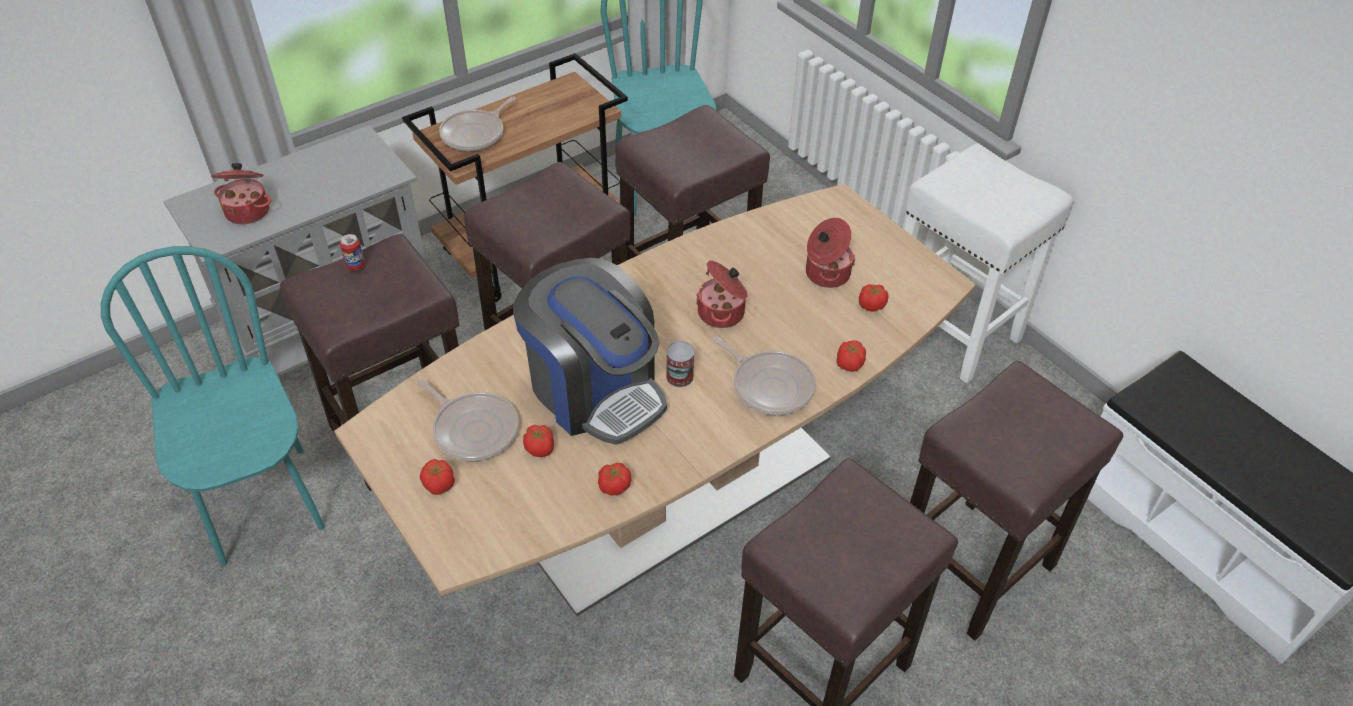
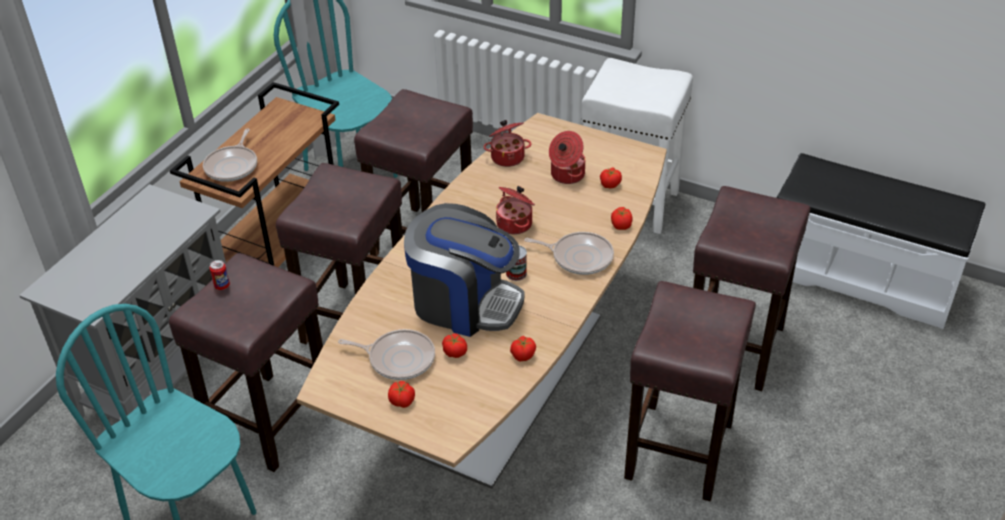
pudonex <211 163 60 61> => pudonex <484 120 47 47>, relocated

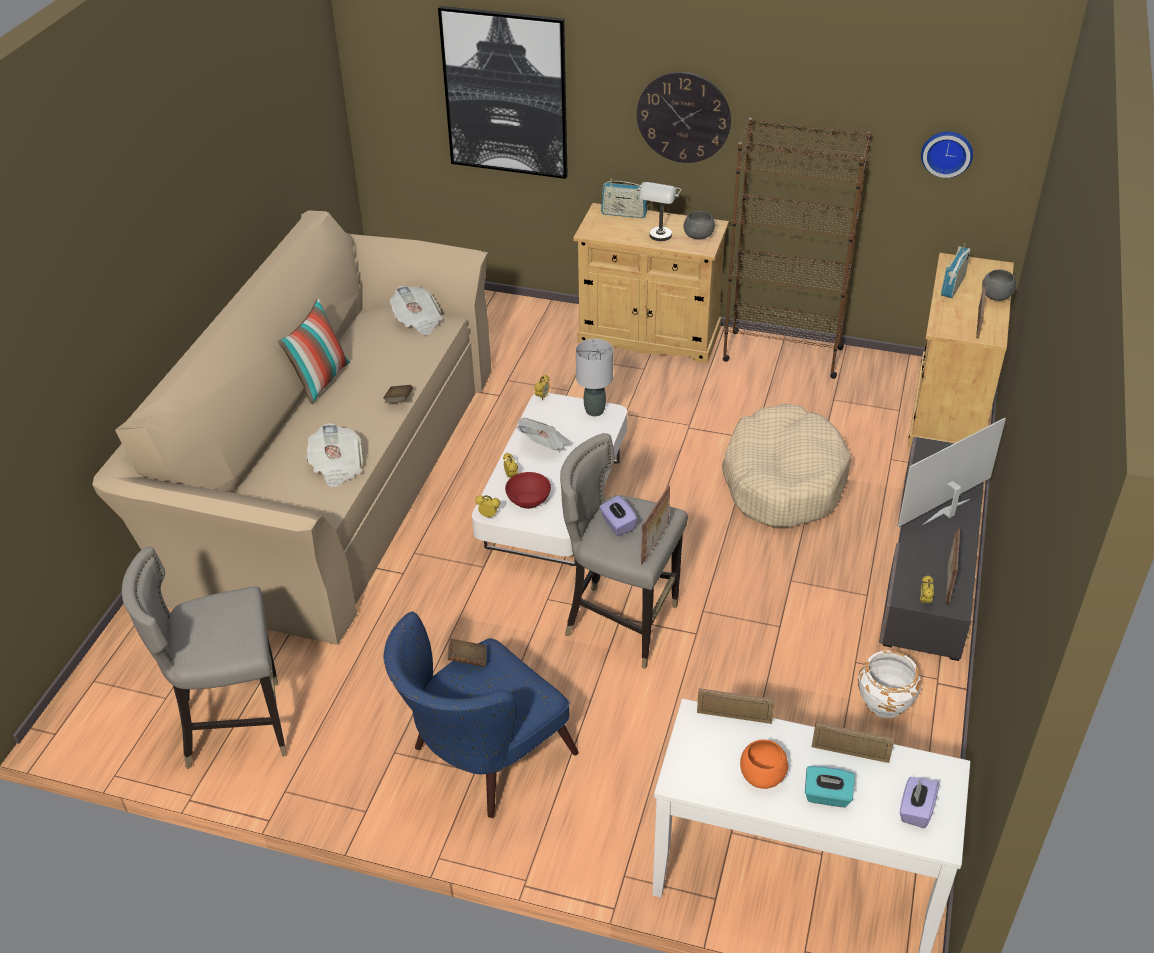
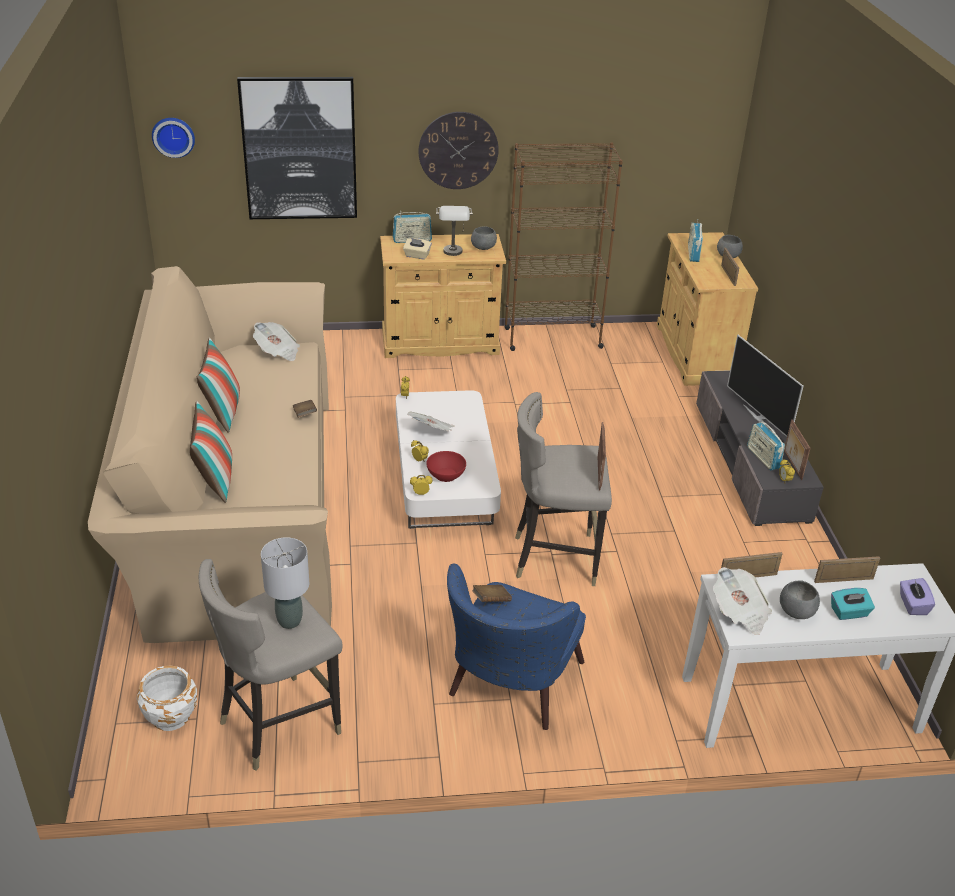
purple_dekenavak <599 495 38 41> => nothing
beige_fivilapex <722 403 129 125> => nothing
nothing => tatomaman <190 401 42 102>
nothing => beige_dekenavak <403 238 29 22>
nothing => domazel <747 420 38 50>
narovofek <306 423 57 65> => narovofek <713 567 59 68>, relocated
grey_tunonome <576 339 37 77> => grey_tunonome <261 537 48 92>, relocated
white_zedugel <858 650 63 68> => white_zedugel <137 666 60 65>, relocated
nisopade <921 132 52 46> => nisopade <152 118 43 40>, relocated
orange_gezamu <740 739 48 50> => grey_gezamu <780 581 40 38>
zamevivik <898 418 108 109> => zamevivik <727 335 76 102>, 60 degrees counterclockwise

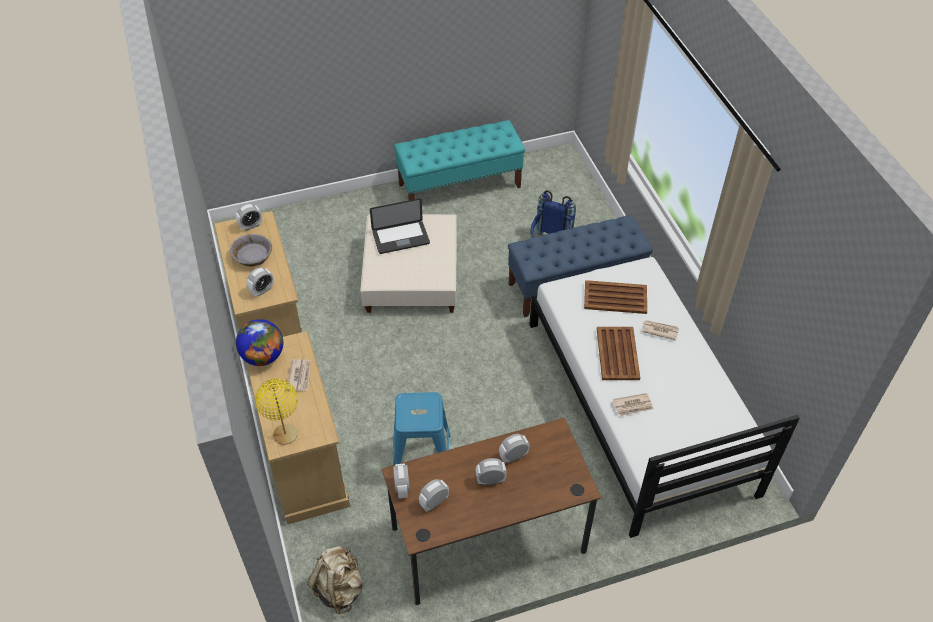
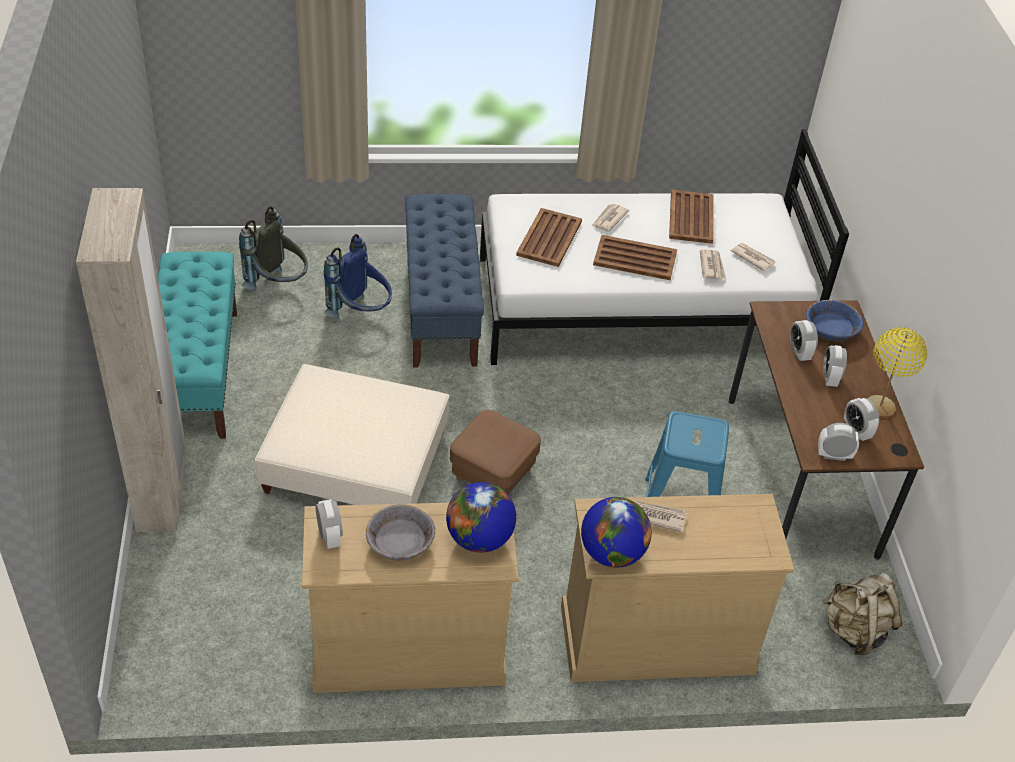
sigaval <370 198 60 56> => nothing
nothing => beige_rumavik <76 188 111 344>
nothing => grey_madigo <239 206 69 84>
nothing => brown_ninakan <450 410 91 84>
nothing => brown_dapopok <669 190 45 54>
nothing => narovofek <731 243 45 28>
nothing => blue_gezamu <806 300 57 41>
yellow_tunonome <255 379 43 66> => yellow_tunonome <868 327 59 90>, relocated
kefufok <247 267 27 30> => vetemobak <446 482 70 71>

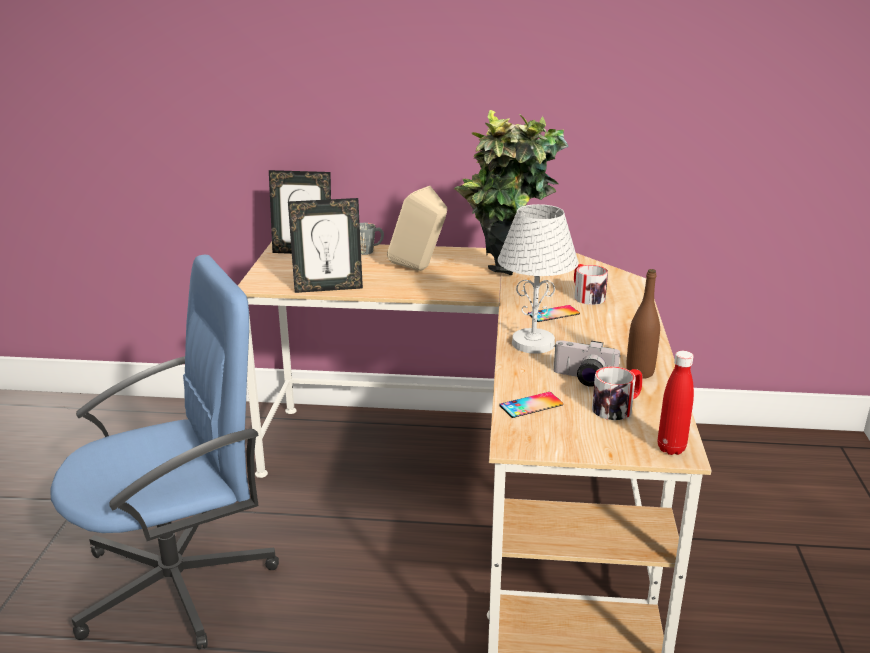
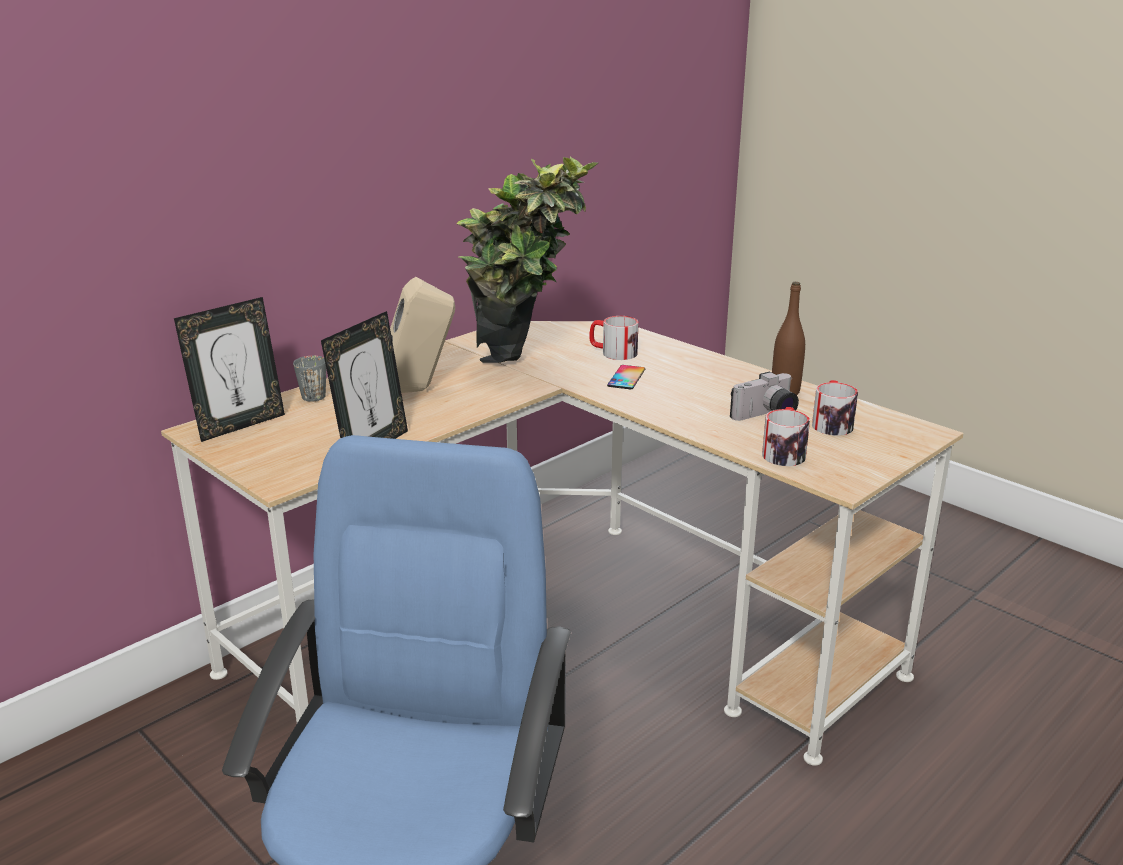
white_tunonome <498 204 81 150> => nothing
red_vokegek <658 351 36 104> => nothing
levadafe <500 392 63 26> => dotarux <762 407 48 59>

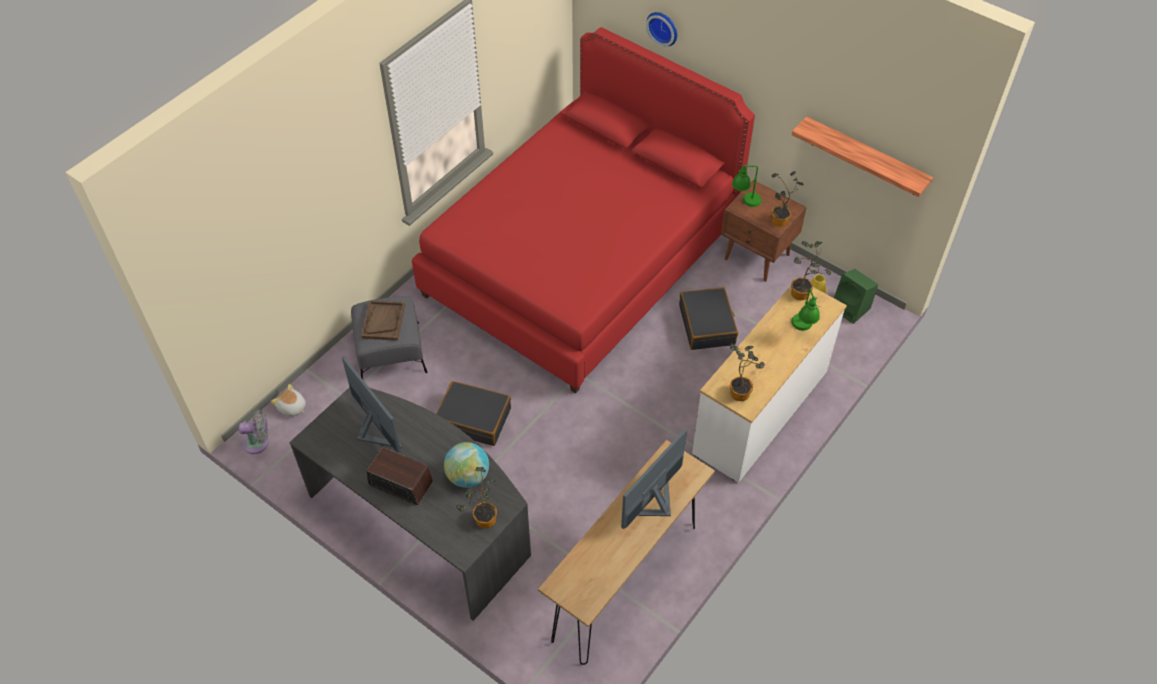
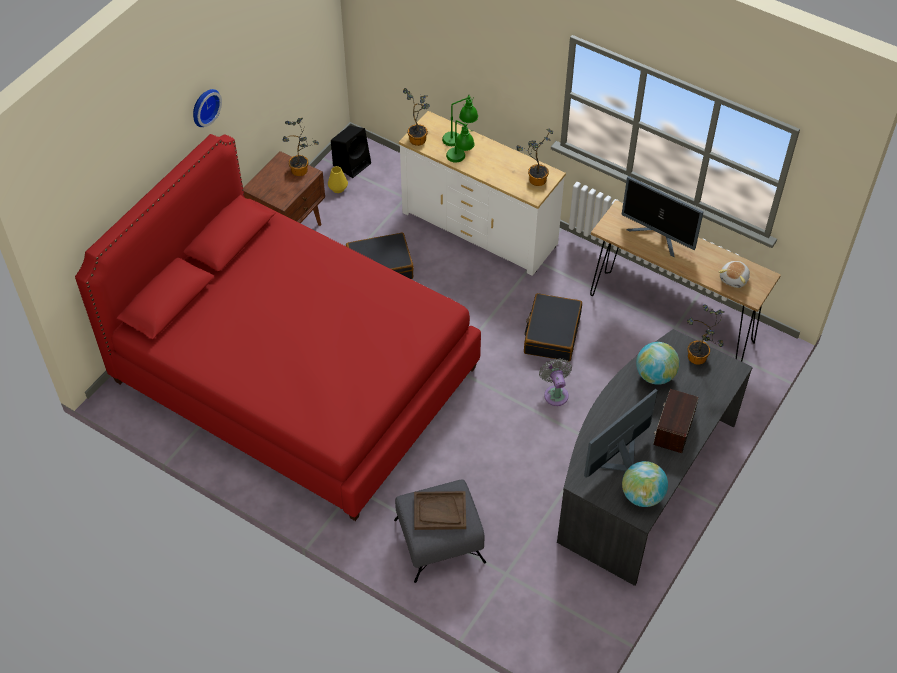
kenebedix <792 116 141 81> => nothing
nothing => vetemobak <622 461 46 46>
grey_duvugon <239 410 29 44> => grey_duvugon <539 358 33 48>, relocated
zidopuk <271 384 35 32> => zidopuk <719 261 31 27>, relocated
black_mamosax <436 381 75 65> => black_mamosax <524 293 58 68>, relocated
nisopade <646 12 31 34> => nisopade <193 89 29 38>, relocated
green_tunonome <732 165 29 42> => green_tunonome <446 120 28 43>, relocated
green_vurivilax <834 269 44 55> => black_vurivilax <331 126 40 52>

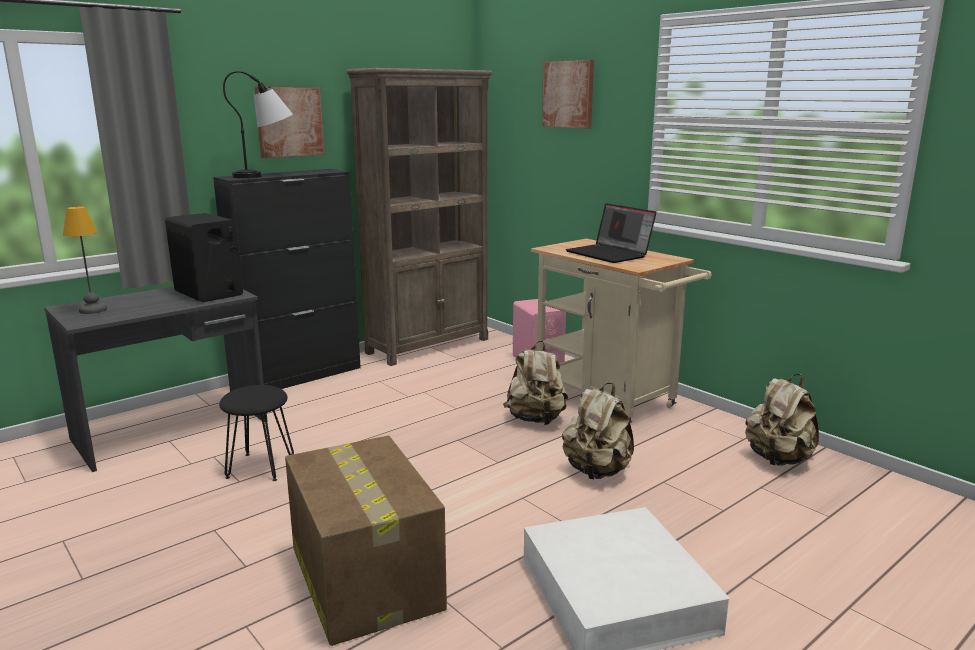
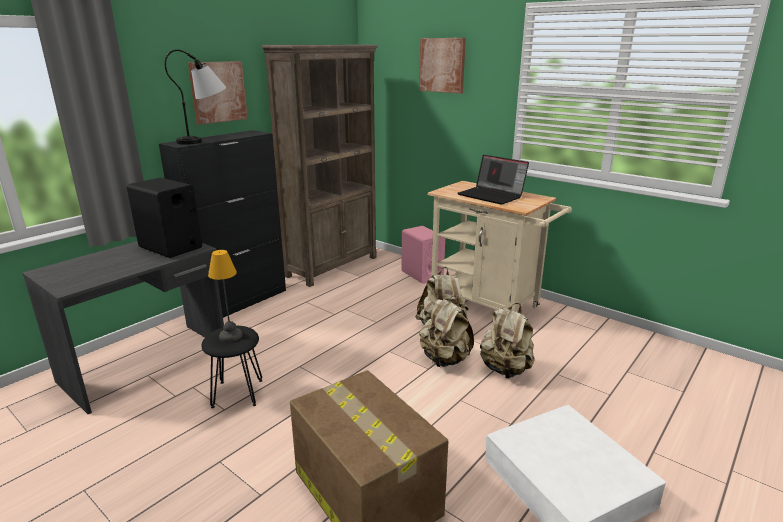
tunonome <63 207 44 107> => tunonome <208 250 34 92>, relocated
beige_madigo <745 374 74 92> => beige_madigo <419 296 55 71>, relocated

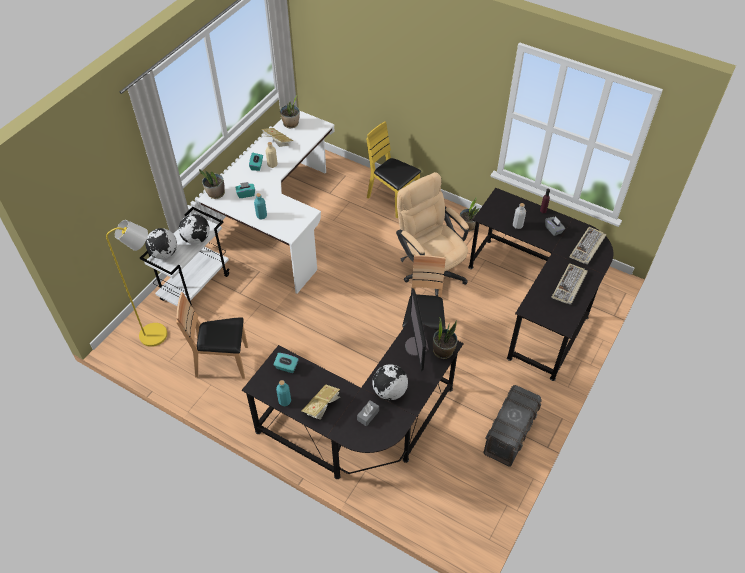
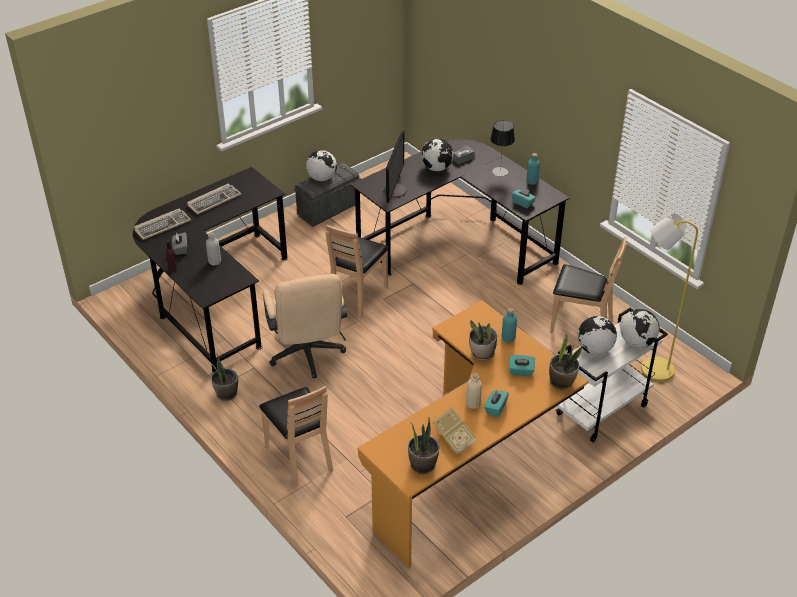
nothing => vetemobak <306 150 31 31>
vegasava <433 317 25 42> => vegasava <469 320 28 40>, relocated
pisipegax <302 385 38 35> => tunonome <490 120 25 56>
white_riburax <197 111 137 183> => orange_riburax <357 300 232 268>
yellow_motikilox <366 121 55 97> => brown_motikilox <259 386 75 101>

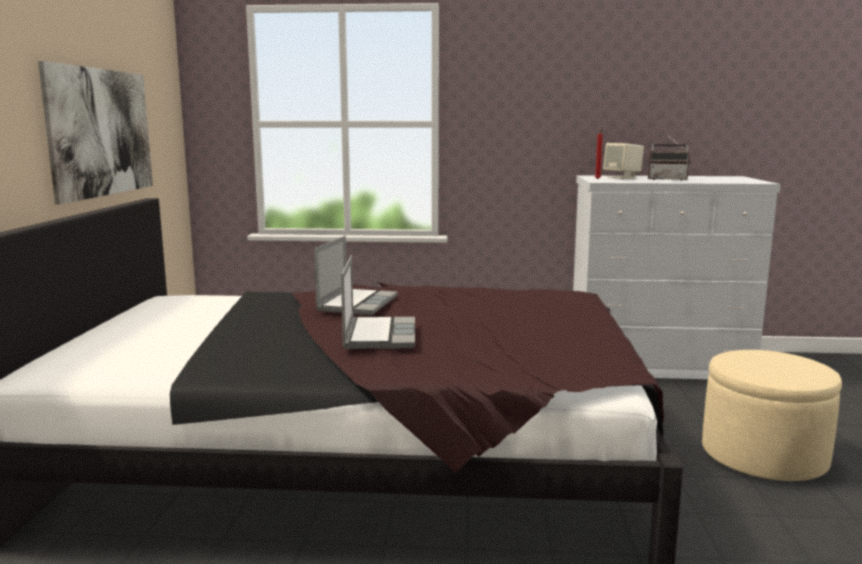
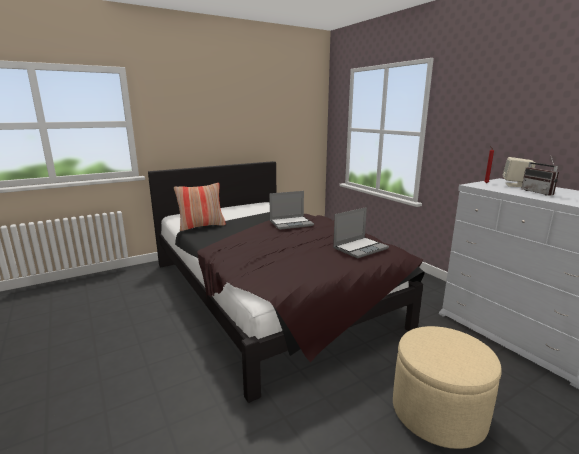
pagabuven <38 61 115 143> => nothing
nothing => tatomaman <174 183 52 48>
sigaval <341 256 74 93> => sigaval <333 207 56 51>, relocated

